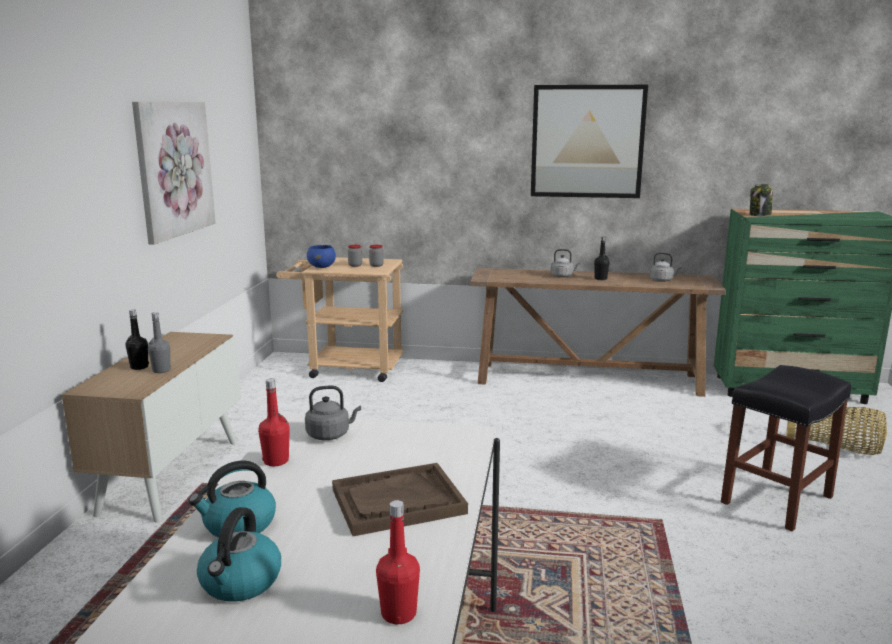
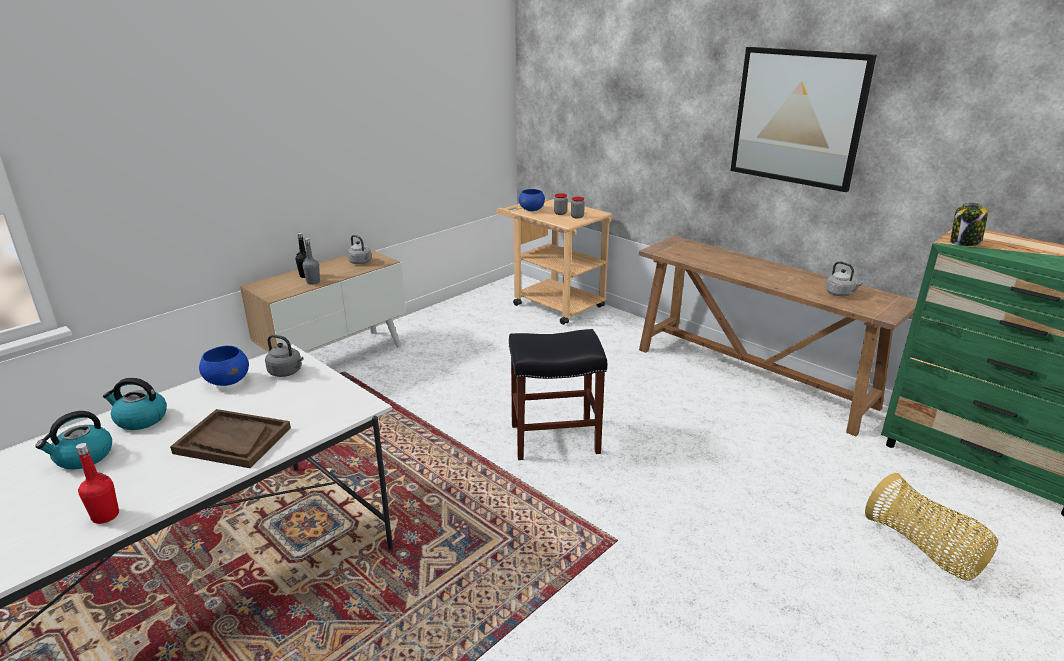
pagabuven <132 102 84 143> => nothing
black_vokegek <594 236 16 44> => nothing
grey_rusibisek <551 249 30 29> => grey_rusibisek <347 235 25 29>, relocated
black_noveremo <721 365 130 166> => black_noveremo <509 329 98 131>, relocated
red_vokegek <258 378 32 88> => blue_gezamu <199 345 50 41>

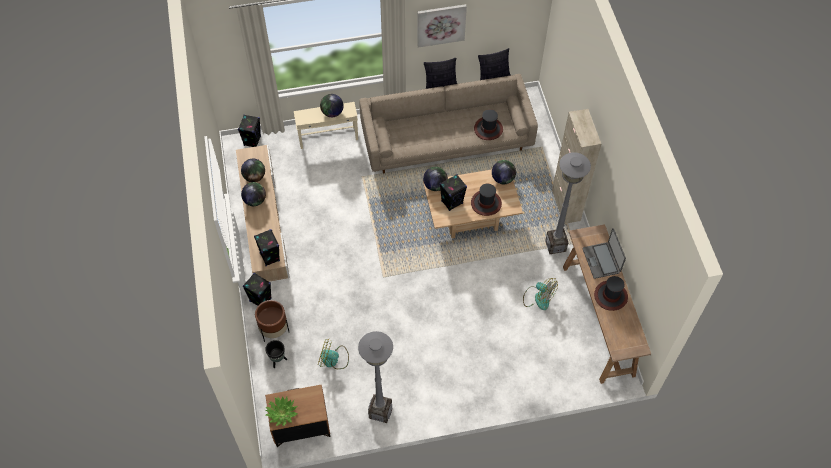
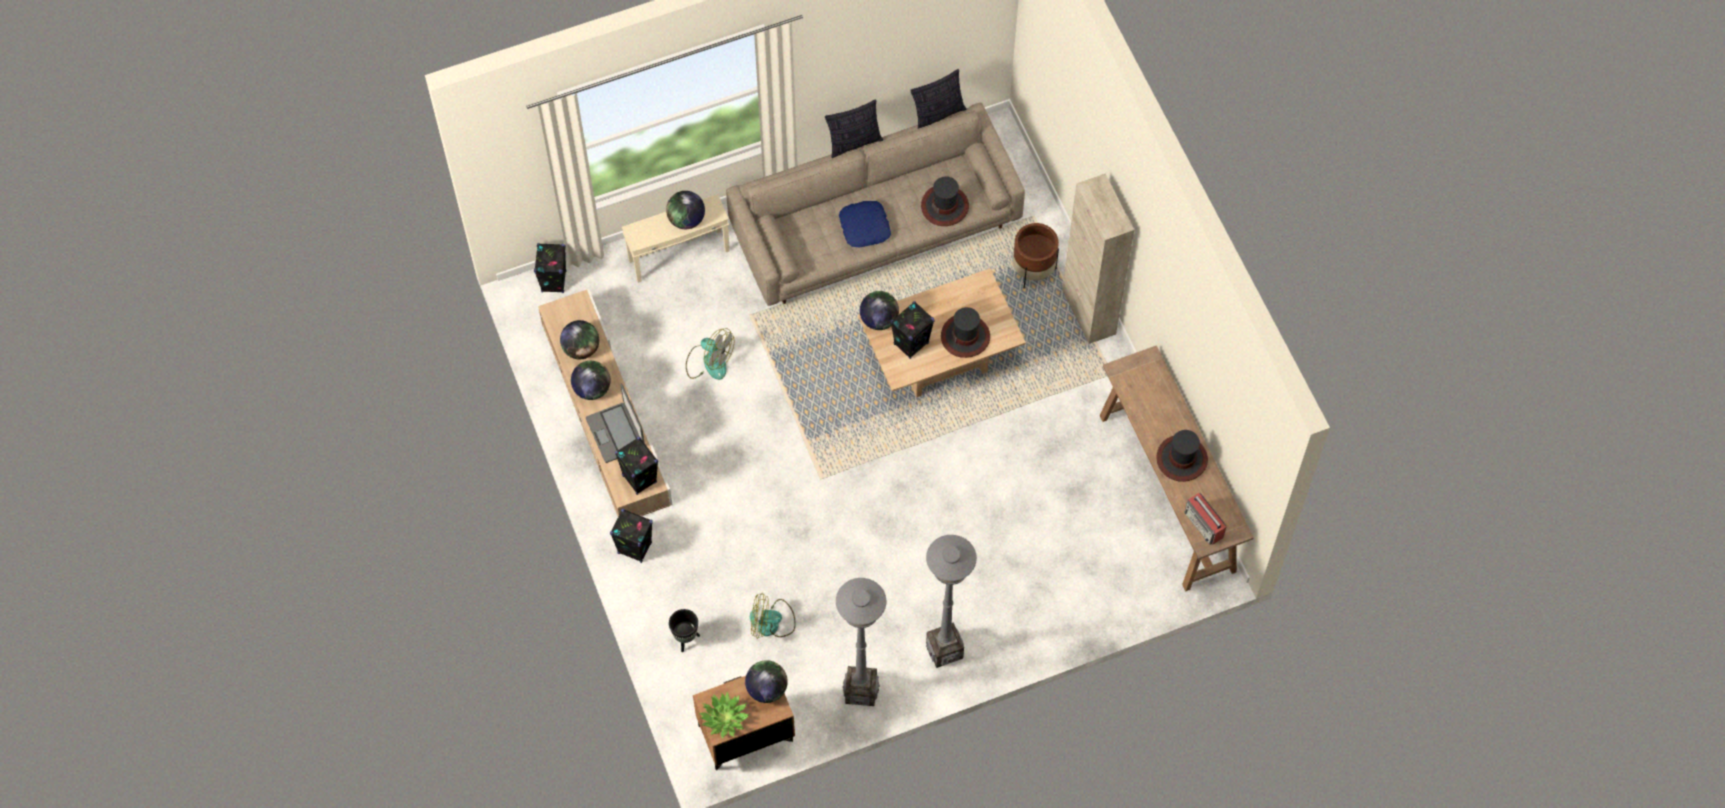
pagabuven <417 4 50 44> => nothing
nothing => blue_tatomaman <839 201 52 47>
nothing => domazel <1184 493 42 52>
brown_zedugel <255 300 34 42> => brown_zedugel <1013 223 46 65>, relocated
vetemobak <492 160 24 24> => vetemobak <745 660 43 43>, relocated
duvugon <523 278 35 32> => duvugon <686 328 48 52>, relocated
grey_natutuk <545 152 46 102> => grey_natutuk <926 535 51 133>, relocated
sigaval <583 228 43 51> => sigaval <586 384 59 79>, relocated

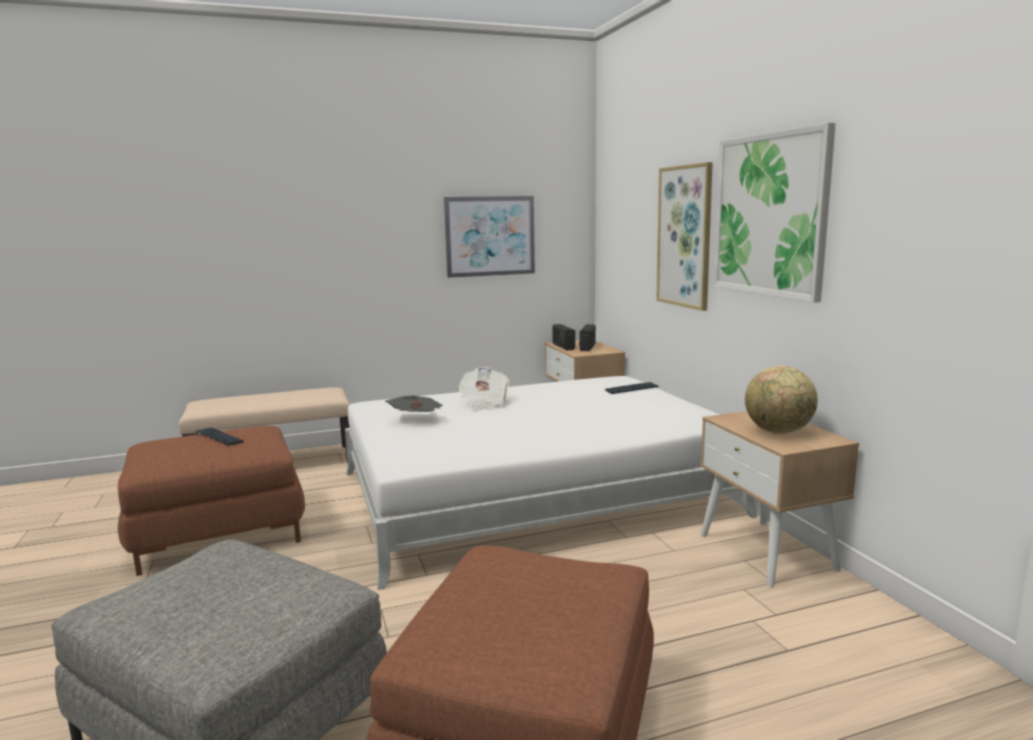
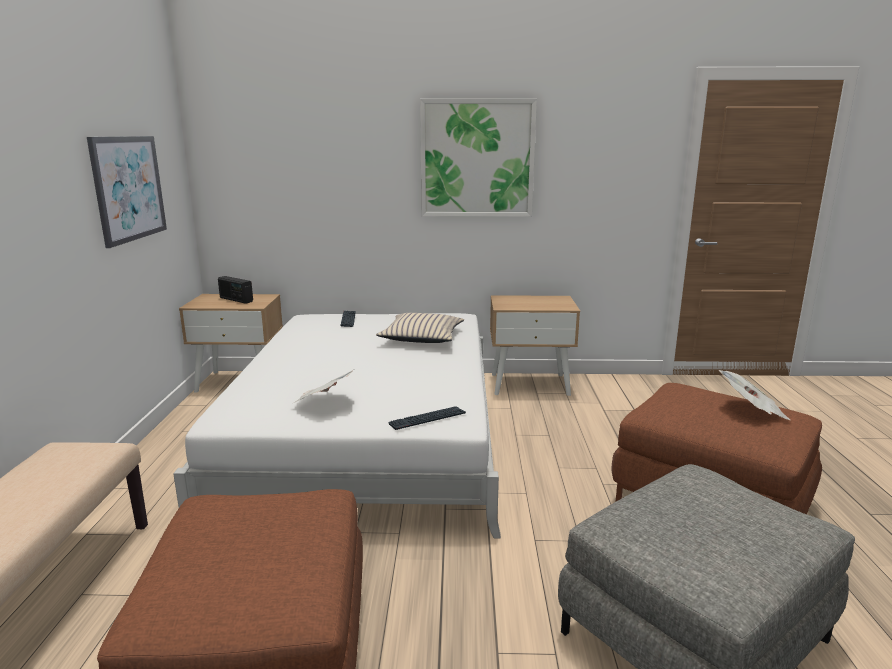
domazel <552 324 23 26> => nothing
pagabuven <656 162 57 149> => nothing
vetemobak <745 366 73 68> => nothing
nothing => beige_tatomaman <376 313 88 30>
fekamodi <195 427 49 19> => fekamodi <388 406 78 24>, relocated
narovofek <458 367 52 44> => narovofek <719 370 71 50>, relocated

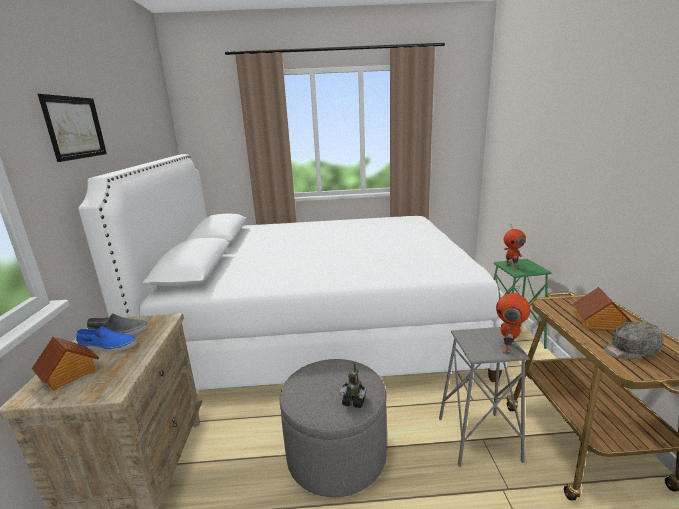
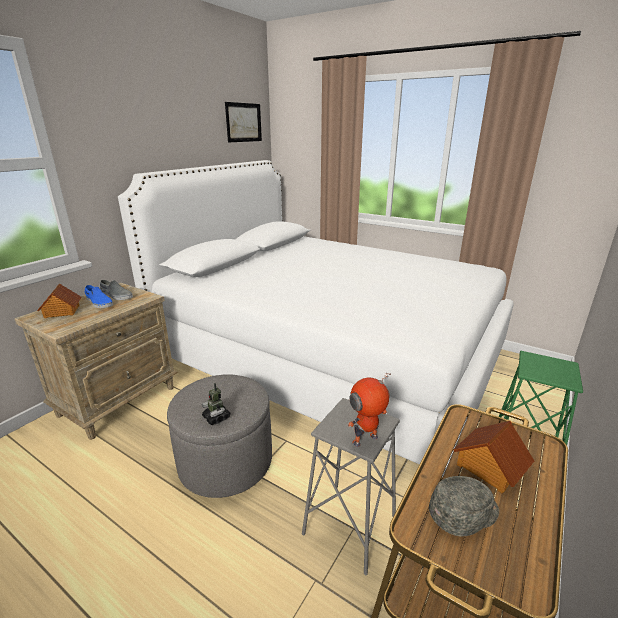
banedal <504 224 22 46> => nothing
pagabuven <38 94 69 68> => pagabuven <225 102 37 40>, relocated
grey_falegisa <604 321 59 38> => grey_falegisa <429 476 70 61>, 135 degrees clockwise

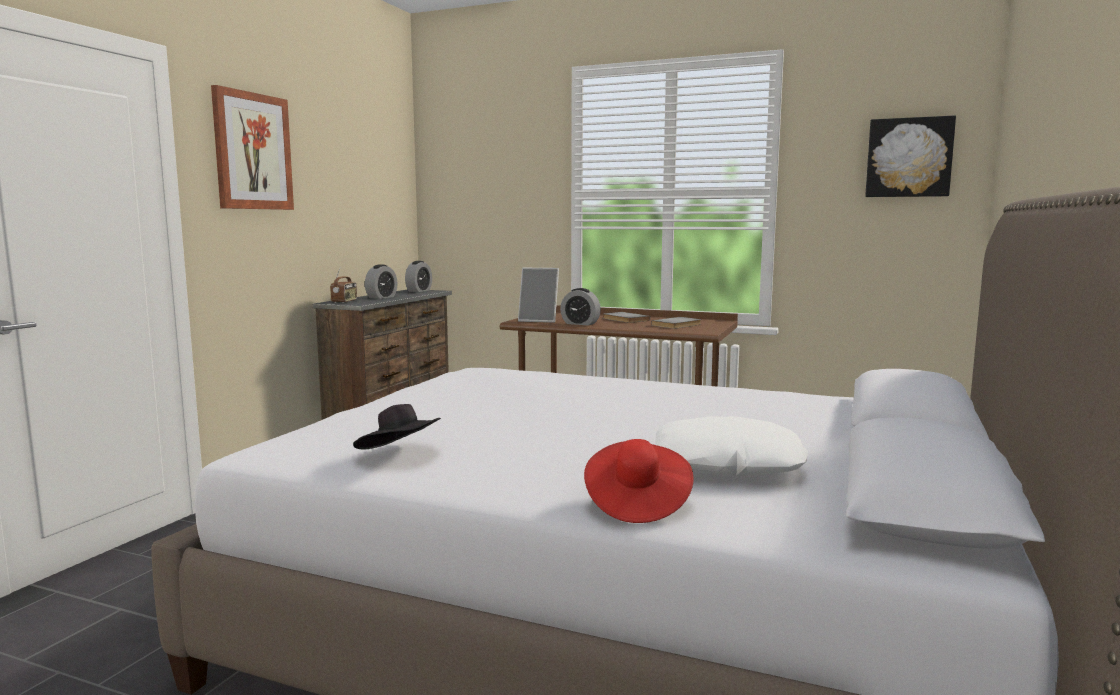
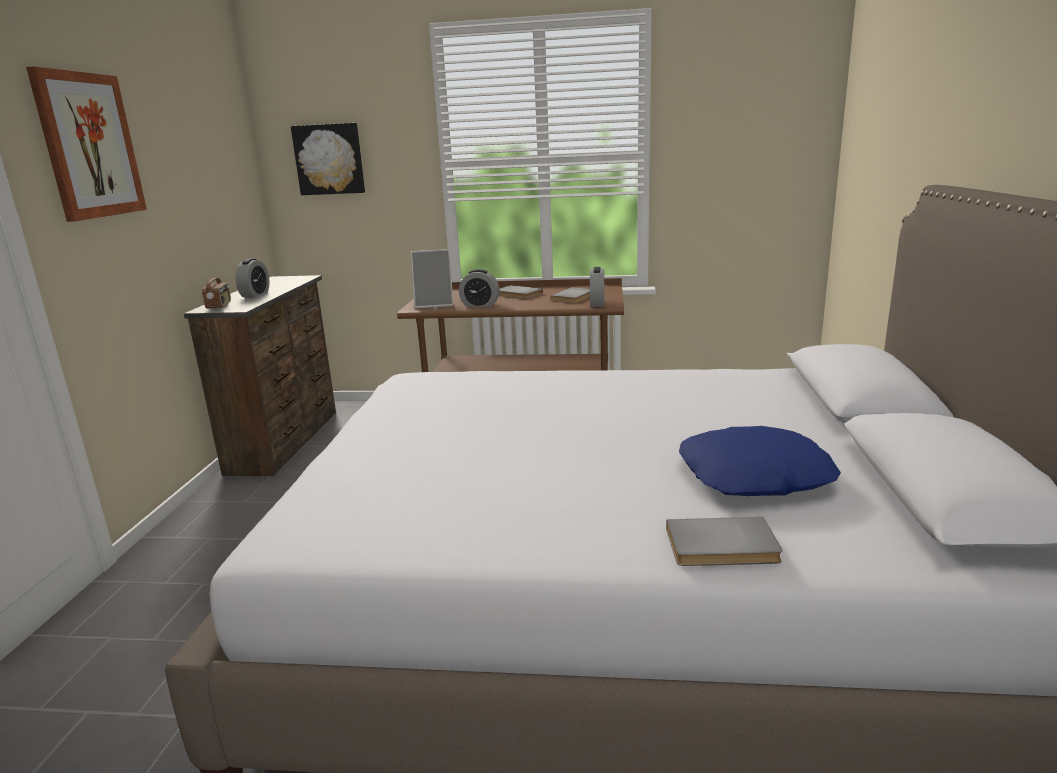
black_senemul <353 404 88 45> => nothing
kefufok <405 261 27 31> => kefufok <590 267 14 40>, relocated
pagabuven <865 116 91 81> => pagabuven <291 123 74 72>, relocated
red_senemul <584 439 109 84> => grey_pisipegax <666 517 116 49>
white_tatomaman <655 416 153 60> => blue_tatomaman <679 426 162 70>

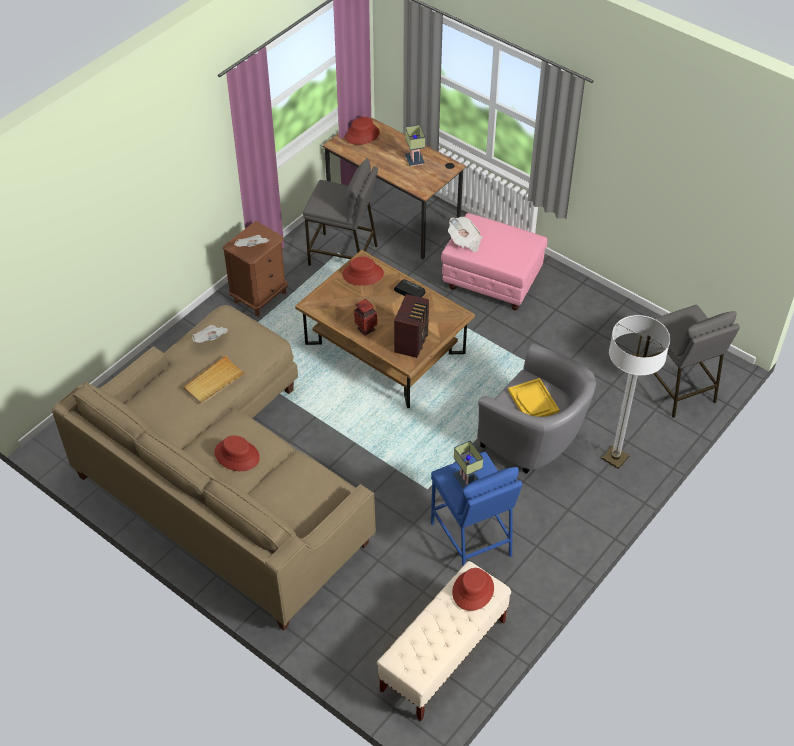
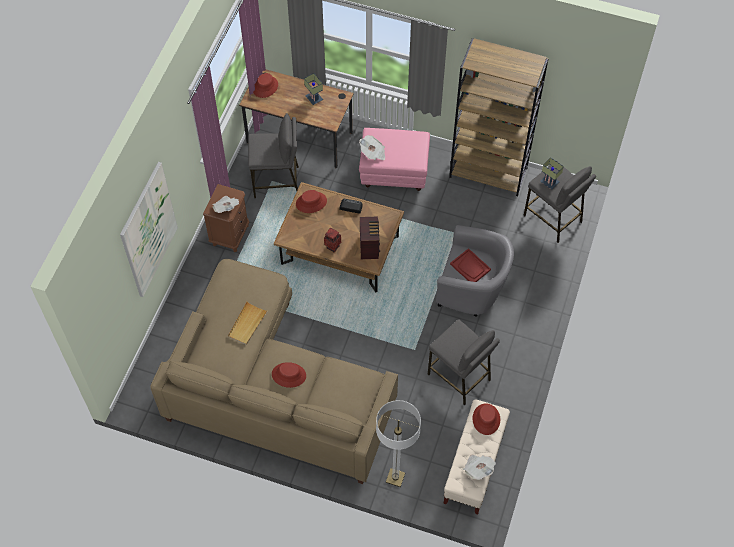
nothing => pagabuven <120 162 58 135>
nothing => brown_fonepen <449 38 100 158>
narovofek <192 325 36 18> => narovofek <463 455 33 25>, relocated
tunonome <453 440 30 48> => tunonome <540 157 24 32>, relocated
natutuk <602 315 68 154> => natutuk <376 400 45 87>, relocated
blue_noveremo <431 452 91 115> => grey_noveremo <428 319 72 86>
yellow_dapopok <508 378 51 39> => red_dapopok <450 248 41 34>

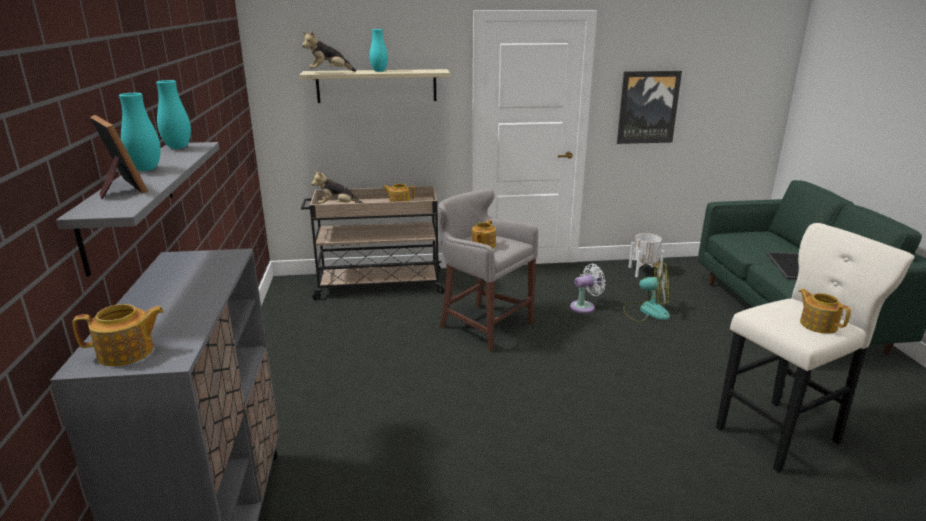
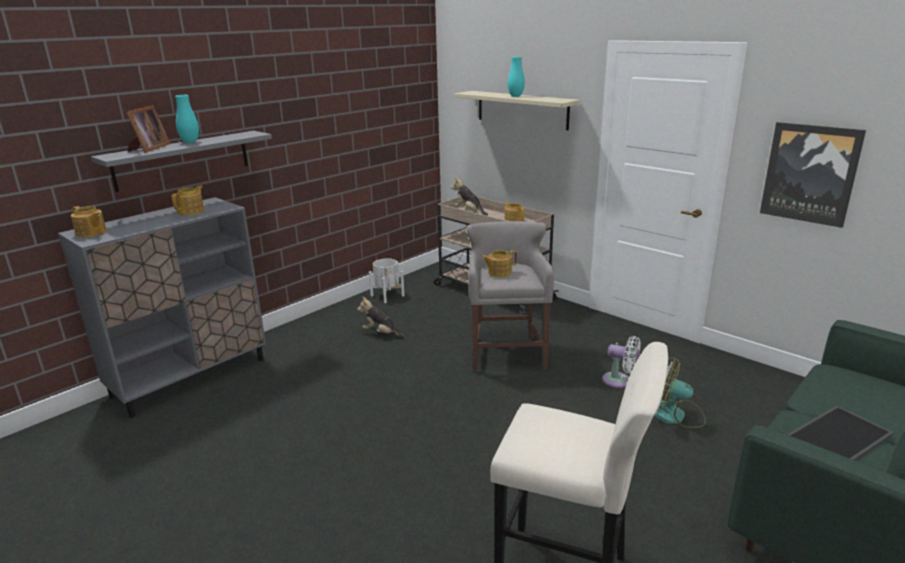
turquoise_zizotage <156 80 35 69> => nothing
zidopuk <302 31 54 41> => zidopuk <357 297 48 41>, relocated
white_zedugel <629 233 35 44> => white_zedugel <369 258 35 45>, relocated
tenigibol <798 289 53 45> => tenigibol <172 186 32 29>, relocated
duvugon <623 261 47 61> => duvugon <655 357 51 71>, 135 degrees clockwise

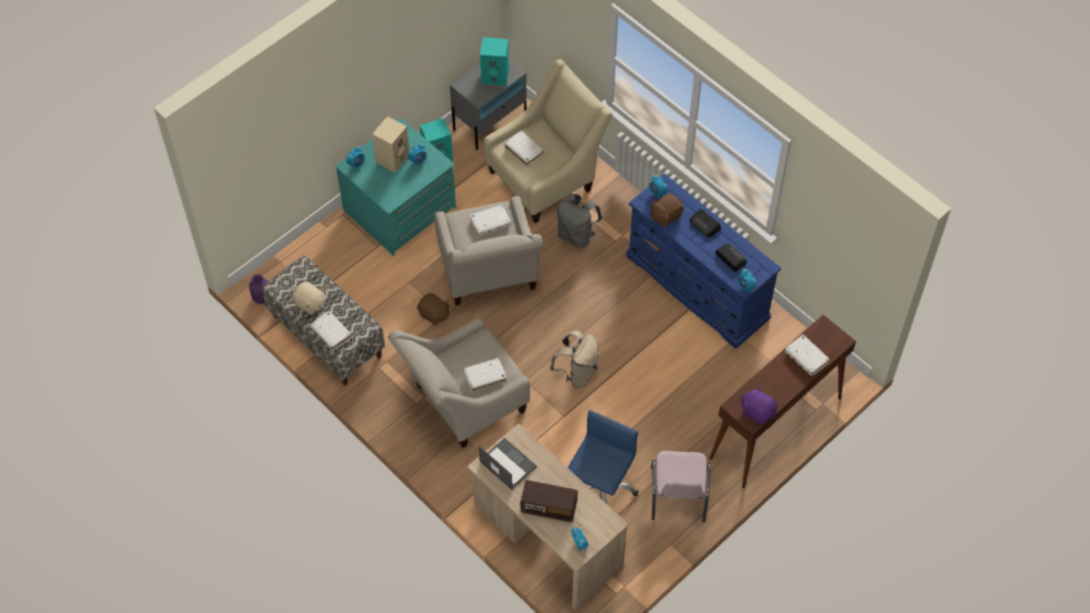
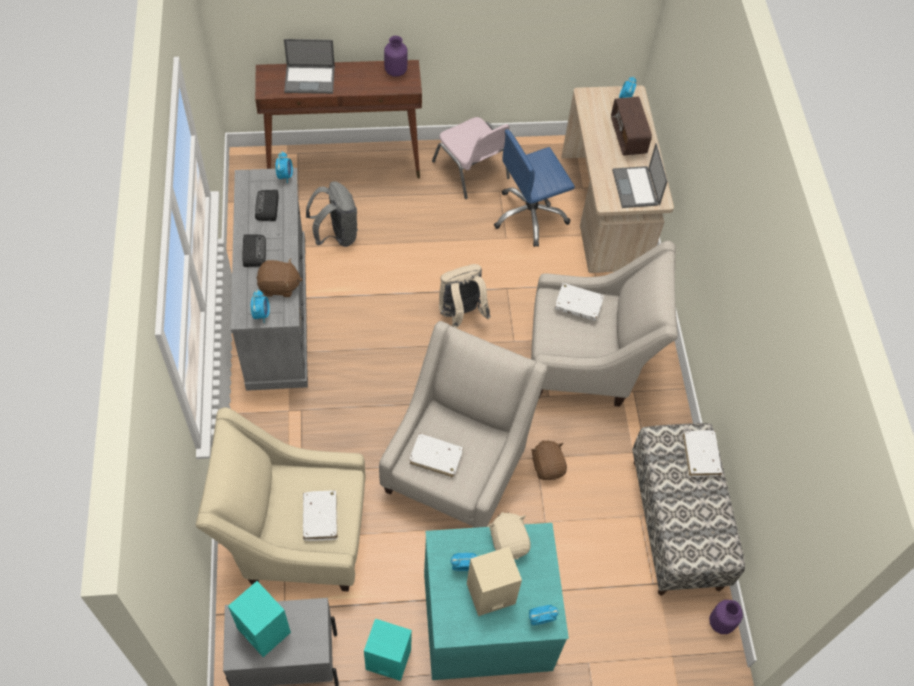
beige_zidopuk <292 281 33 34> => beige_zidopuk <489 512 42 48>, relocated
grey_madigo <557 194 45 54> => grey_madigo <306 181 52 66>, relocated
purple_zidopuk <741 386 37 38> => purple_zizotage <384 36 24 41>
white_pisipegax <785 335 44 41> => sigaval <284 39 51 55>
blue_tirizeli <626 174 155 175> => grey_tirizeli <231 168 77 223>
domazel <520 480 58 42> => domazel <611 96 41 60>, 150 degrees counterclockwise
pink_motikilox <651 451 60 72> => pink_motikilox <432 117 78 82>, 105 degrees clockwise

